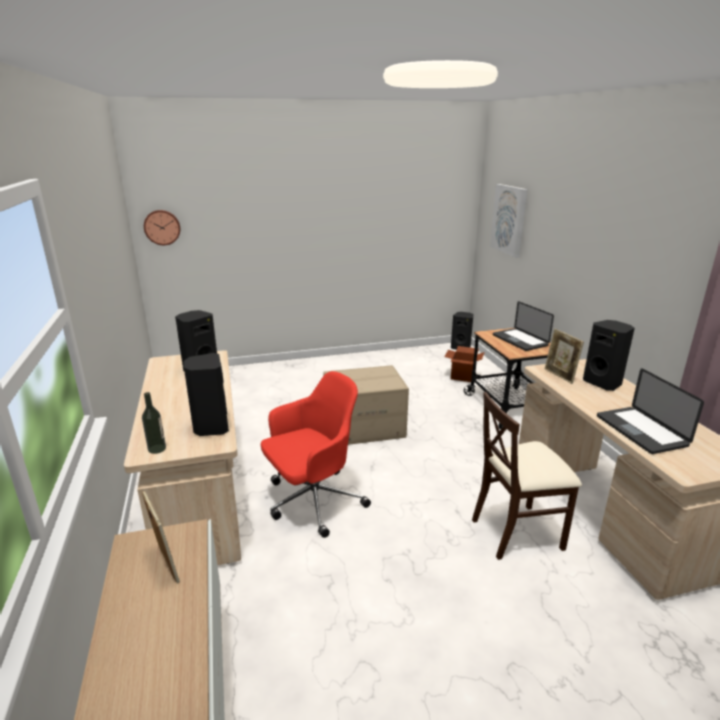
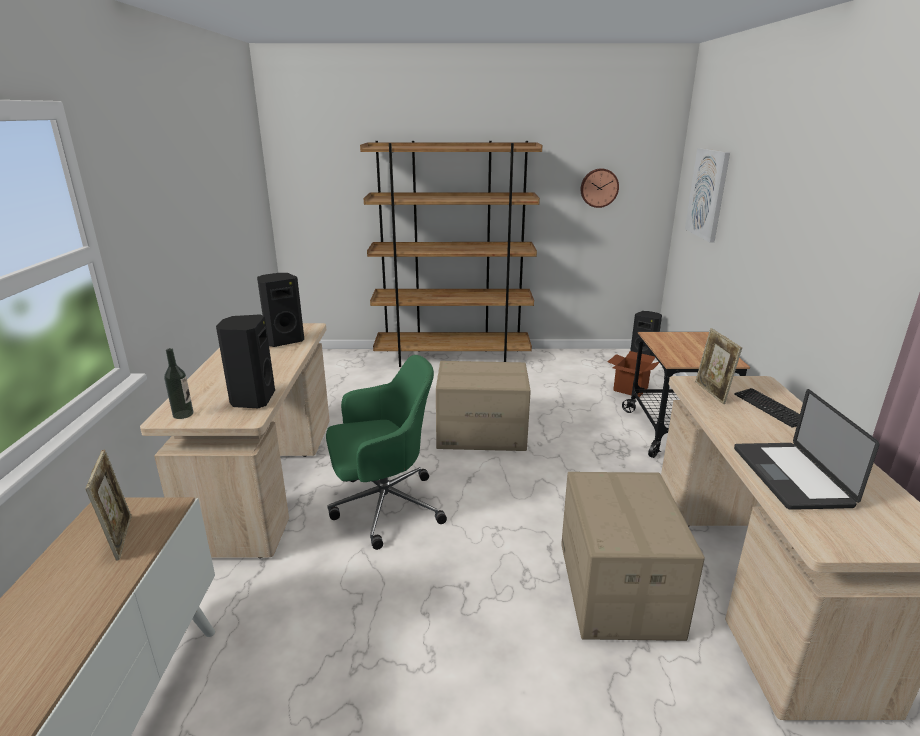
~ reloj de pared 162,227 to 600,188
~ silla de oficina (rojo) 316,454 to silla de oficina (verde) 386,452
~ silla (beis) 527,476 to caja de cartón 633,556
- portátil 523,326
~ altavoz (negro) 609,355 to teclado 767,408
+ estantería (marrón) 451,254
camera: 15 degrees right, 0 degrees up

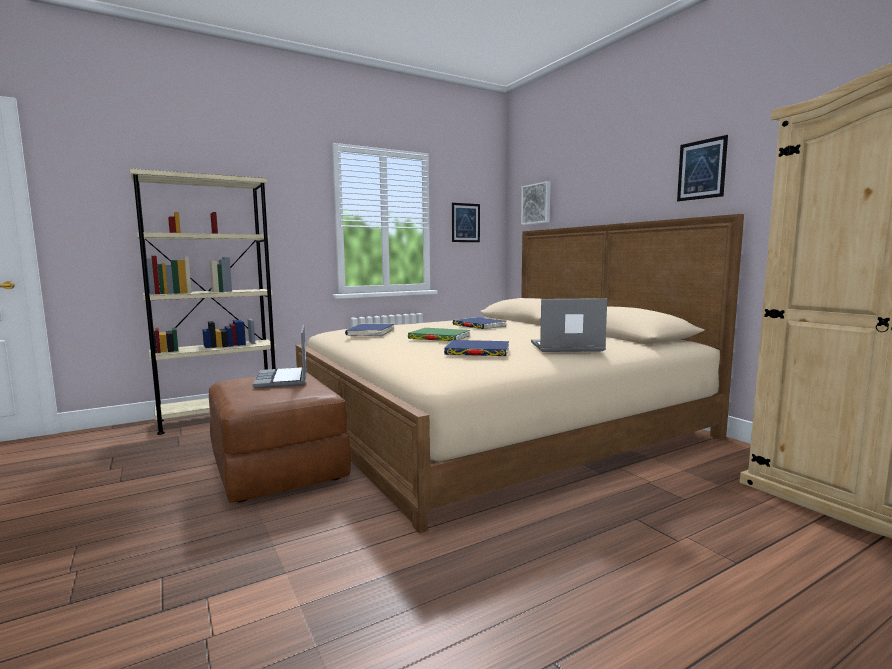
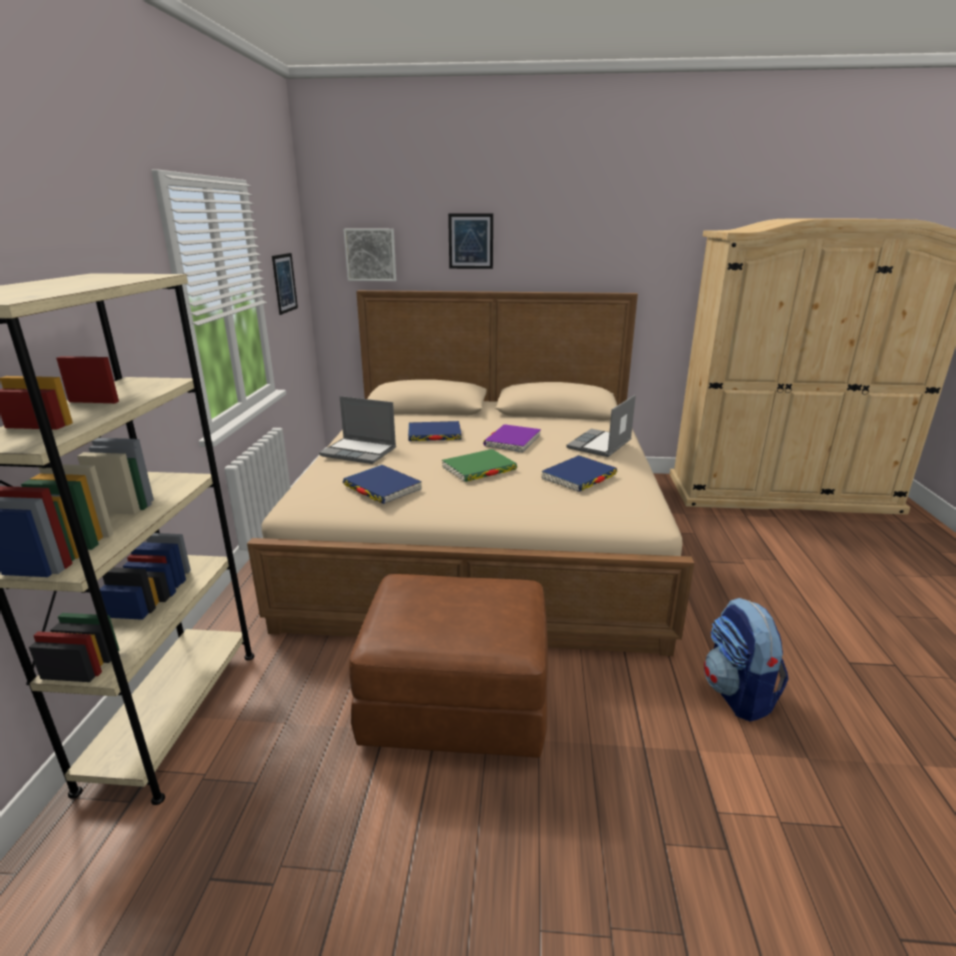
~ portátil 280,356 to 357,430
~ cuadro 702,168 to 470,241
+ libro (morado) 512,438
+ mochila 746,660
camera: 55 degrees left, 15 degrees up

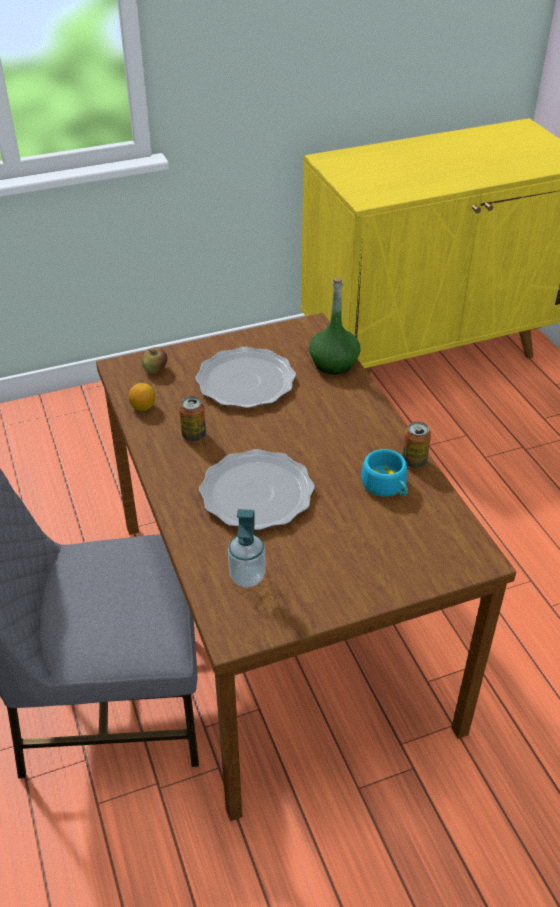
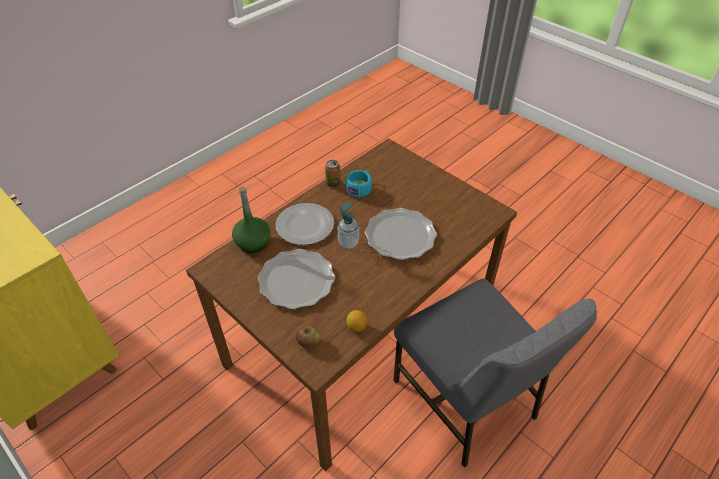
- lata 192,418
~ dispensador de jabón 247,548 to 348,225
+ plato 305,224
camera: 115 degrees left, 5 degrees up

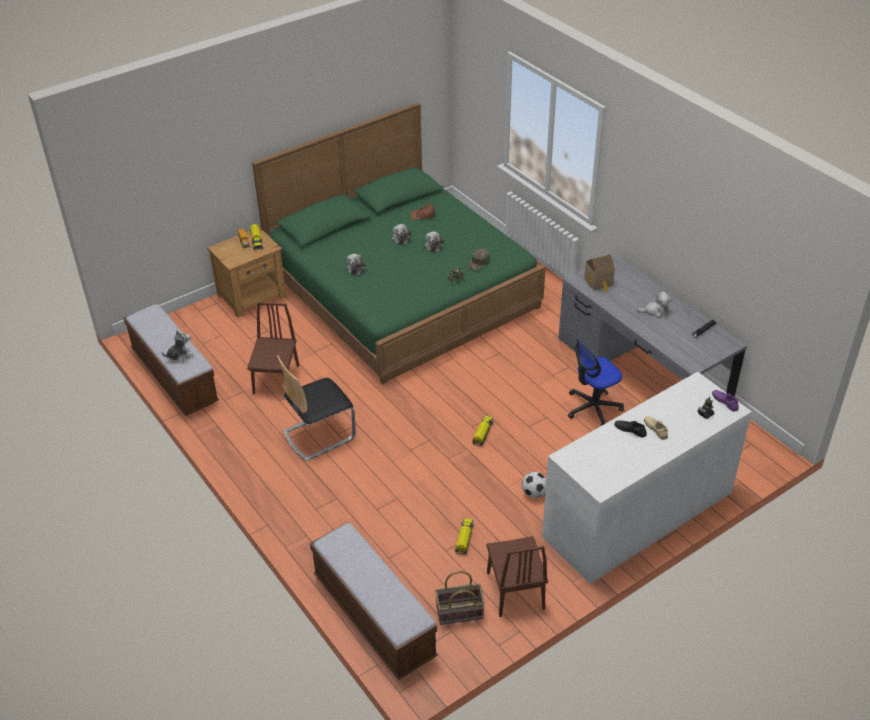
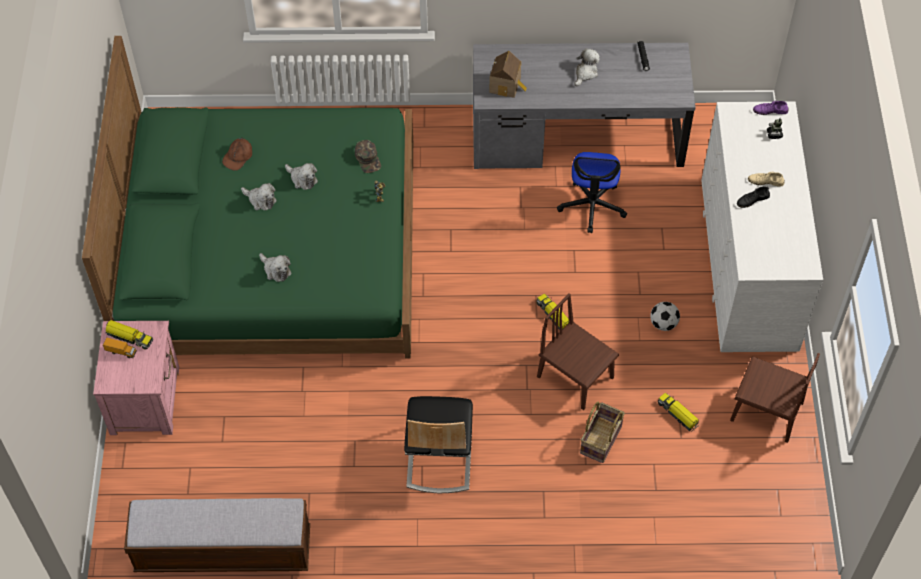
- peluche 177,346
~ mesita de noche (marrón) 247,272 to mesita de noche (rosa) 136,378
~ silla (marrón) 273,348 to 578,351
- banco 374,601
~ cesta 460,598 to 602,432
camera: 55 degrees left, 15 degrees up

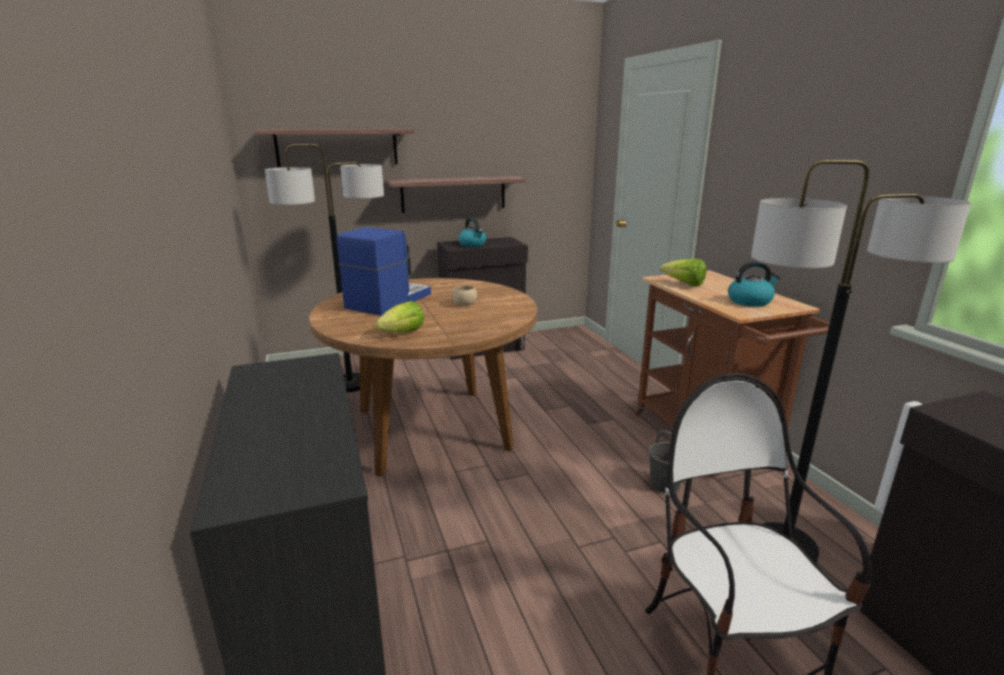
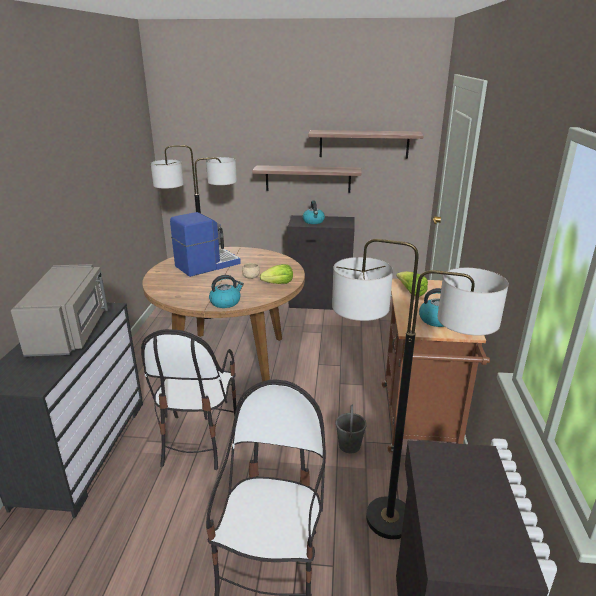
~ estante 335,148 to 366,144
~ lechuga 399,317 to 276,274
+ microondas (gris) 59,310
+ silla 189,399
+ hervidor 226,291
camera: 25 degrees right, 5 degrees up

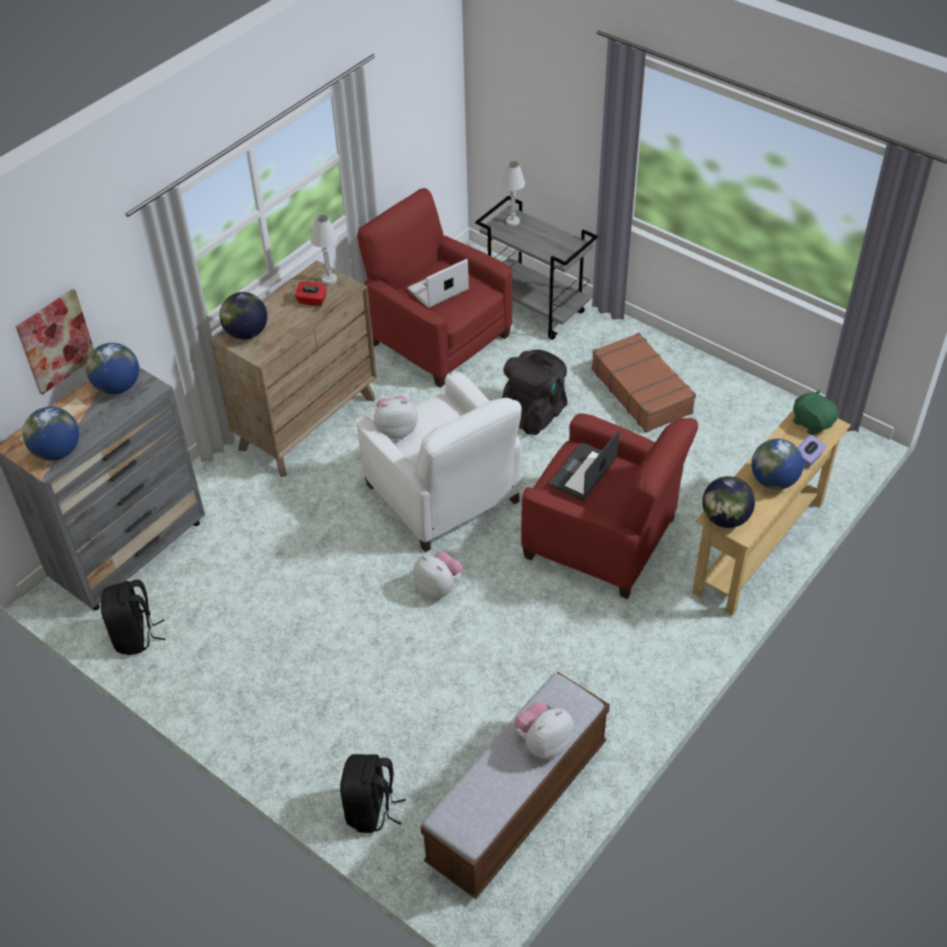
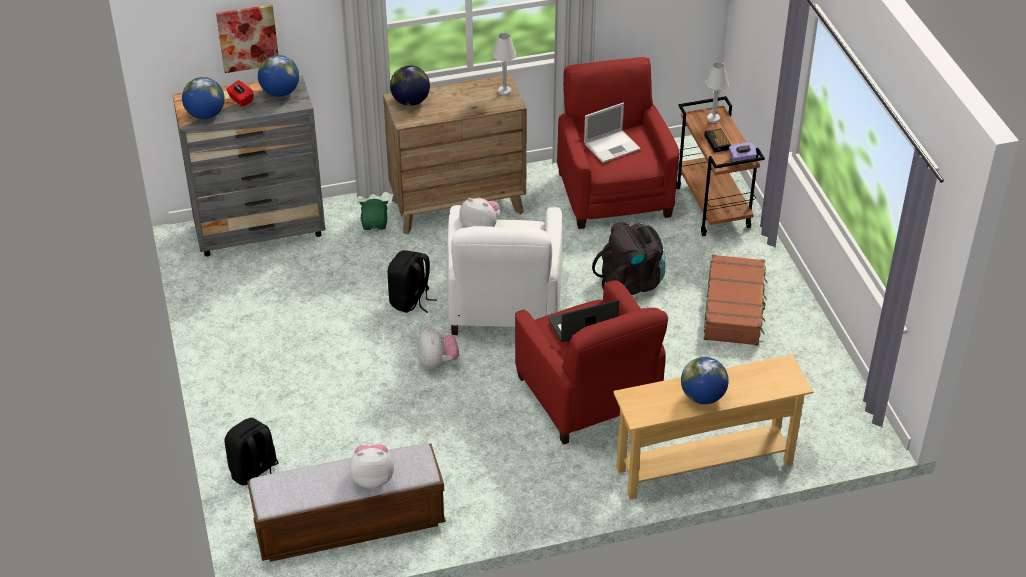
~ mochila (negro) 133,617 to 412,281
~ caja de pañuelos (rojo) 311,293 to 240,93
~ portátil 438,283 = 612,133 150 degrees clockwise
~ carrito (gris) 536,268 to carrito (marrón) 720,166
- globo terráqueo 728,502
~ peluche (verde) 815,412 to 373,214
~ caja de pañuelos (morado) 811,452 to 743,152
+ despertador 717,140
camera: 35 degrees right, 5 degrees down

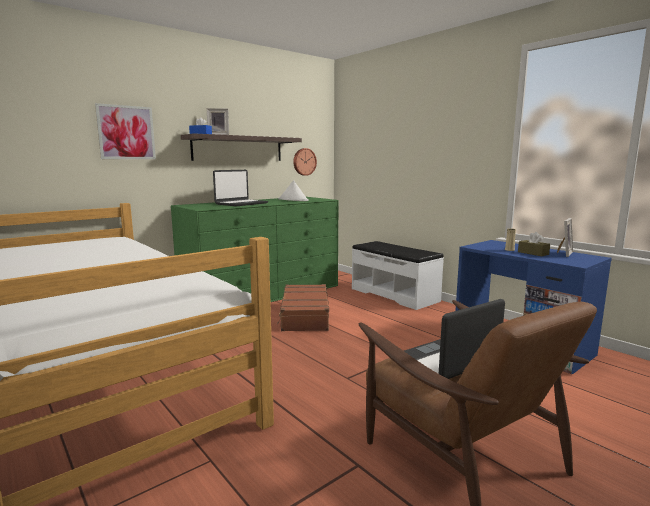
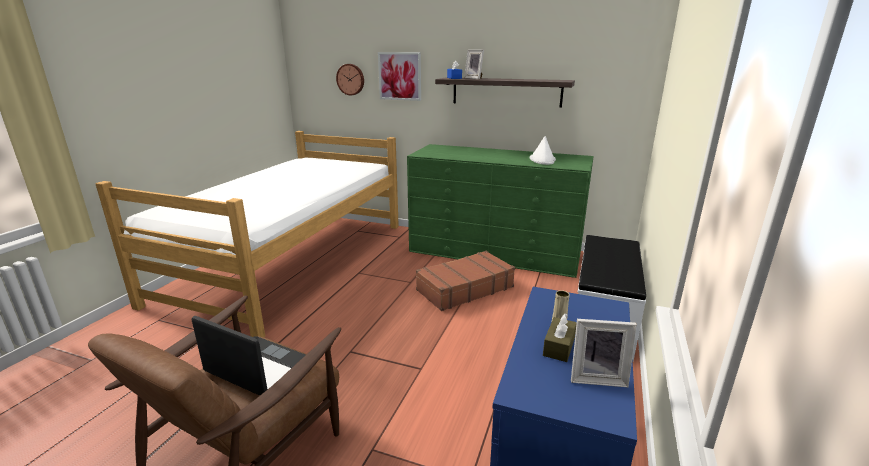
- portátil 240,188
~ reloj de pared 305,162 to 350,79
camera: 60 degrees right, 10 degrees up

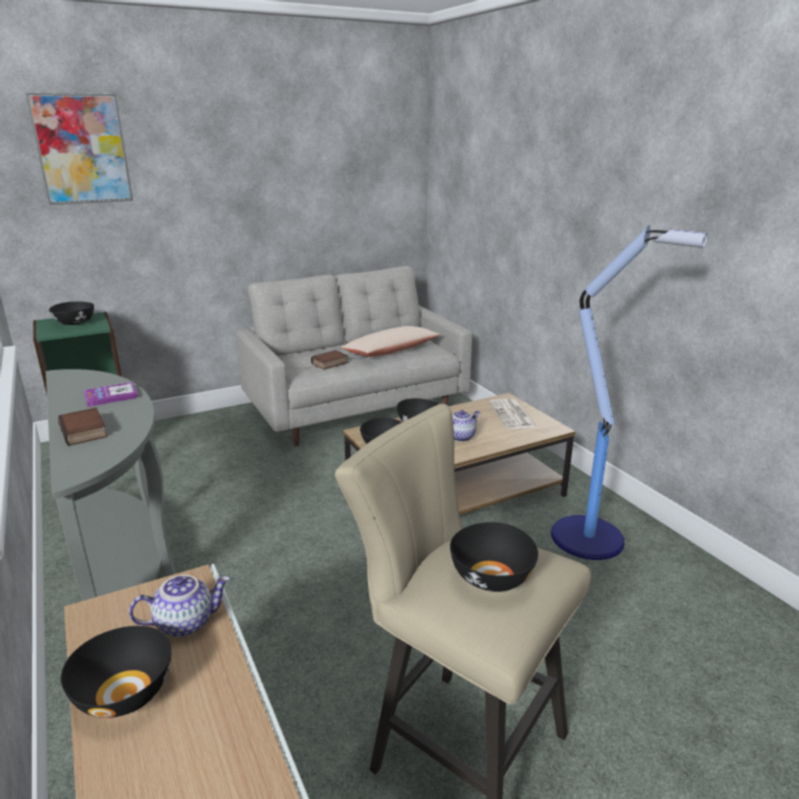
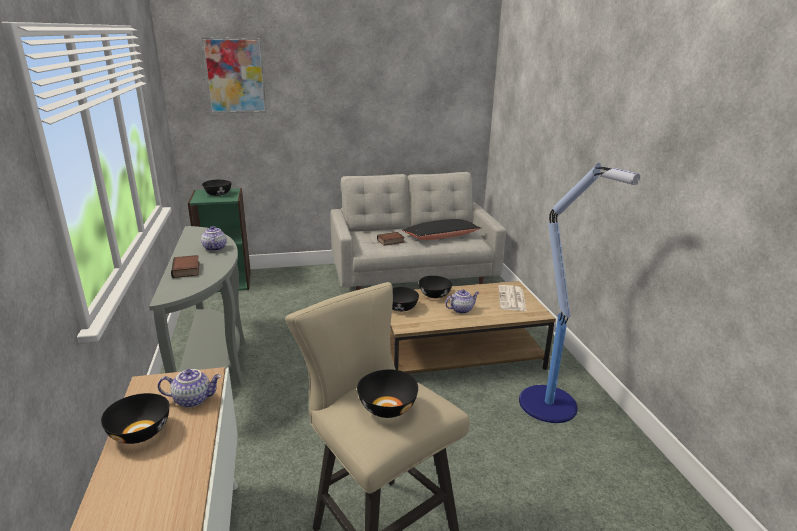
~ libro 111,394 to tetera 214,238
~ cojín (beis) 390,341 to cojín (negro) 442,229
camera: 15 degrees right, 0 degrees up

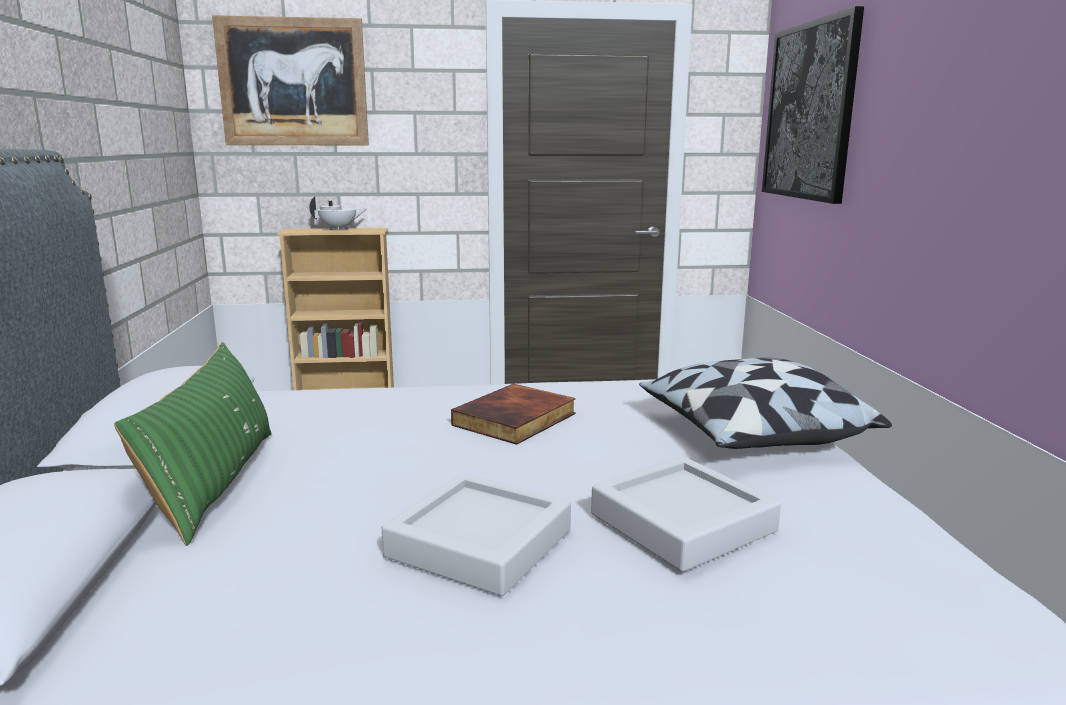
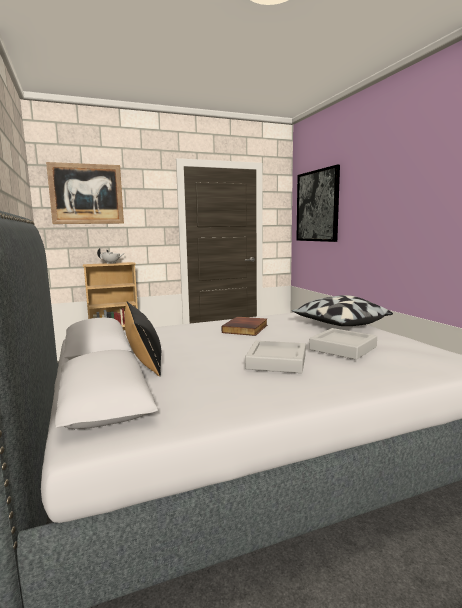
~ cojín (verde) 192,444 to cojín (negro) 143,339
camera: 15 degrees left, 5 degrees down

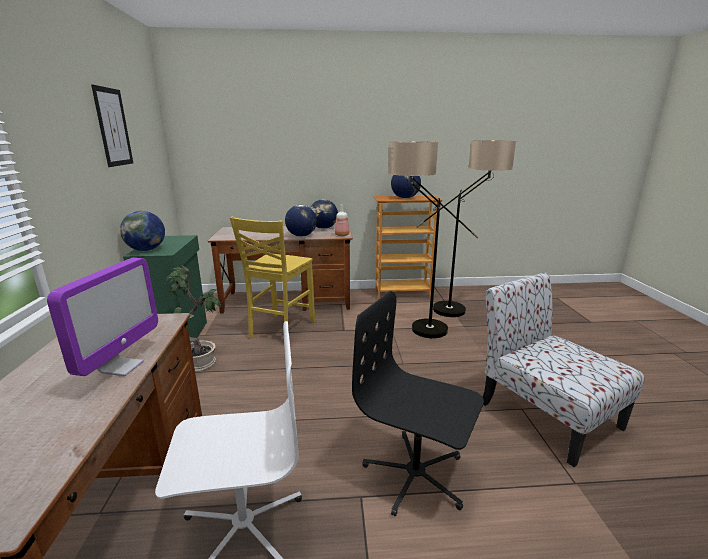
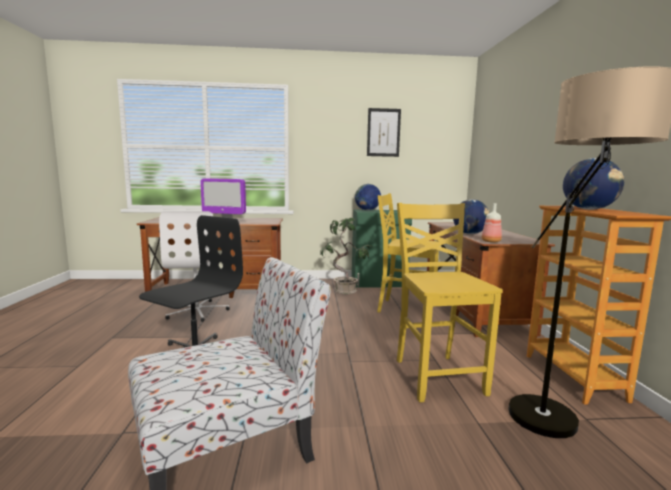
- globo terráqueo 324,214
~ lámpara de pie 433,239 to silla (amarillo) 450,302
camera: 90 degrees right, 10 degrees down

